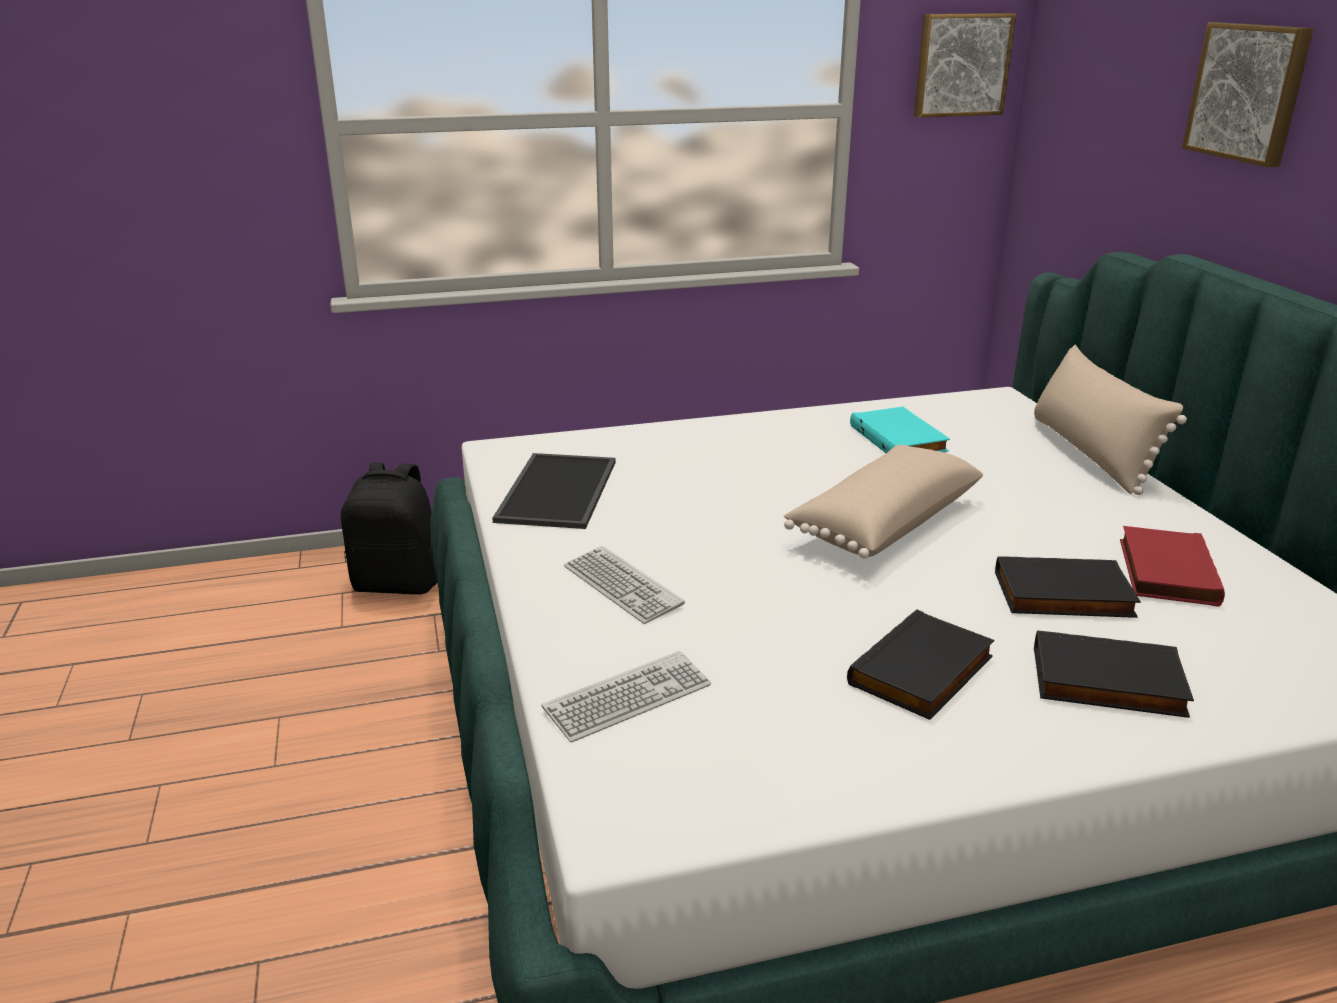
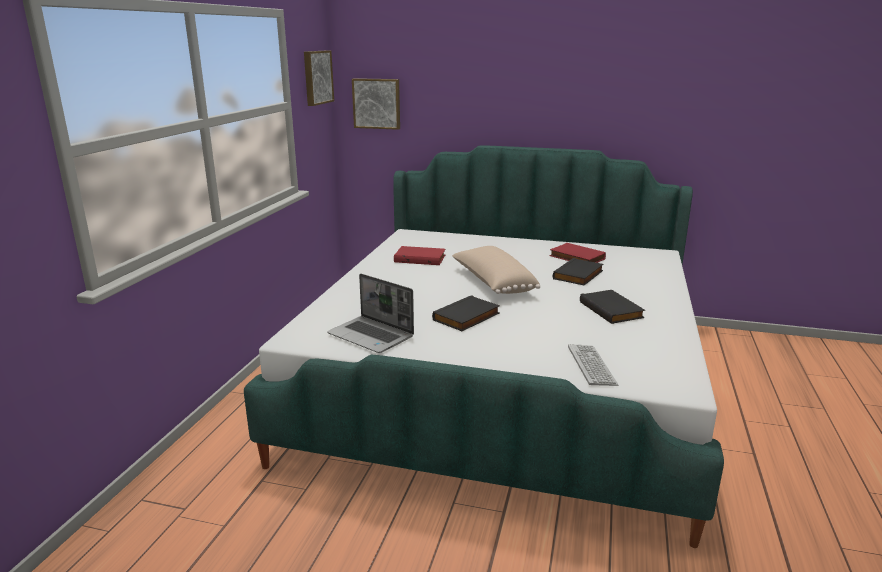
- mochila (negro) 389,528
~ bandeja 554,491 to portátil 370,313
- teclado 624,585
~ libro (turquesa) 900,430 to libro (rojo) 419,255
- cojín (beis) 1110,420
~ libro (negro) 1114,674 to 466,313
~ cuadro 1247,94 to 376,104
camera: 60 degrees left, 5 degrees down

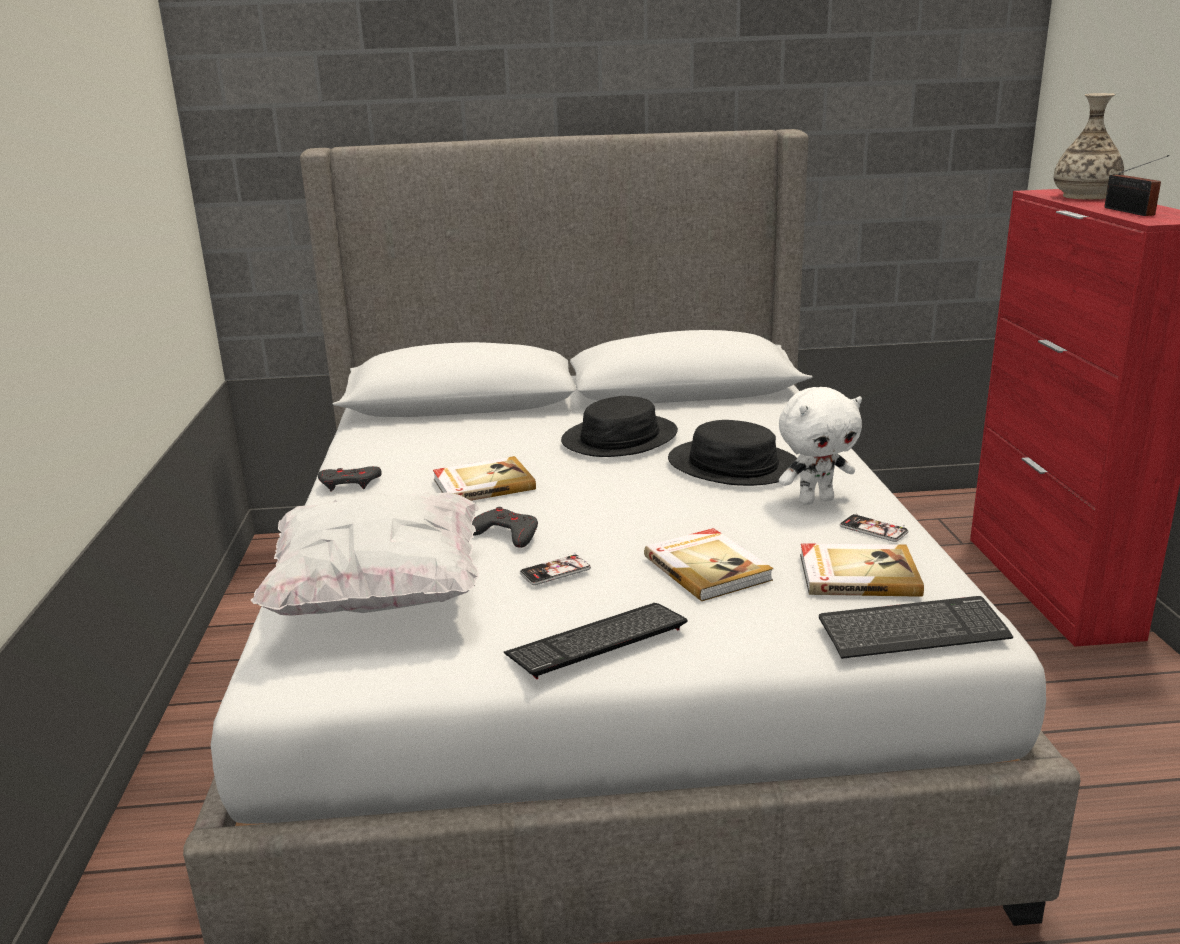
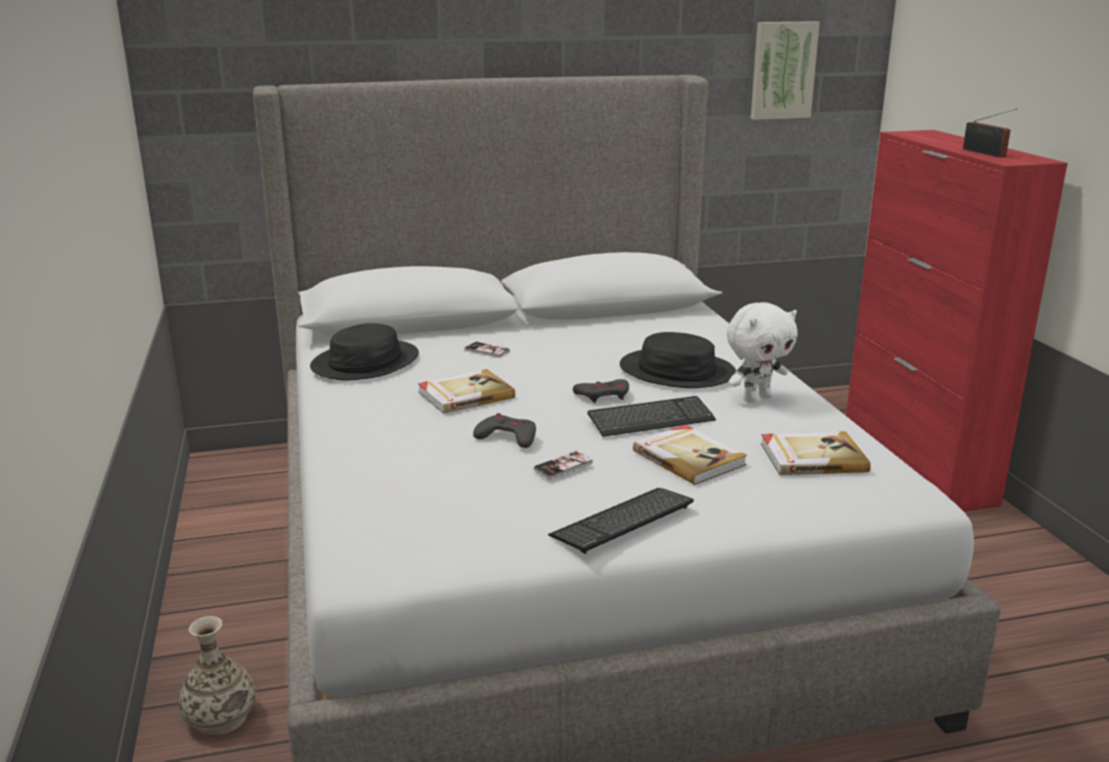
- cojín (blanco) 365,553
~ mando de consola (gris) 350,478 to 601,391
~ sombrero (negro) 619,426 to 364,352
~ teclado 916,627 to 651,416
~ móvil 874,528 to 487,349
~ florero 1089,146 to 217,675
+ cuadro 785,70
camera: 10 degrees left, 0 degrees up

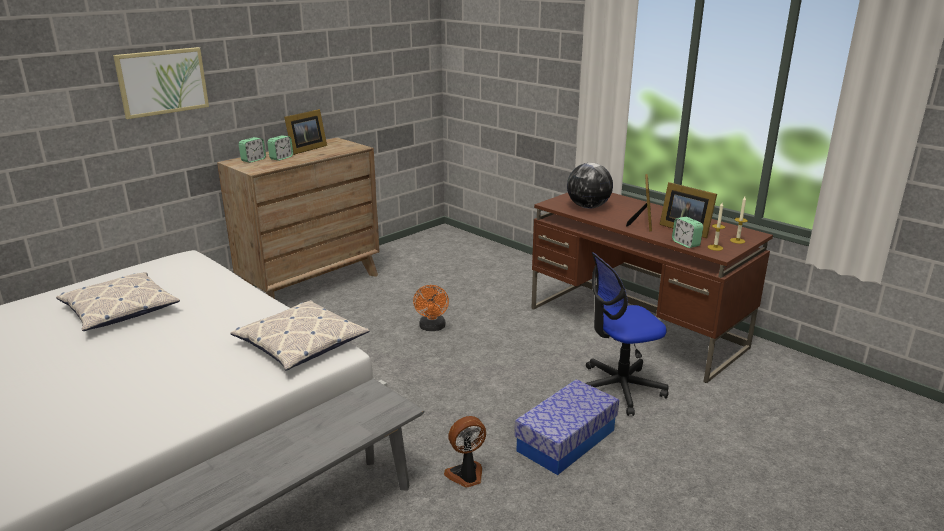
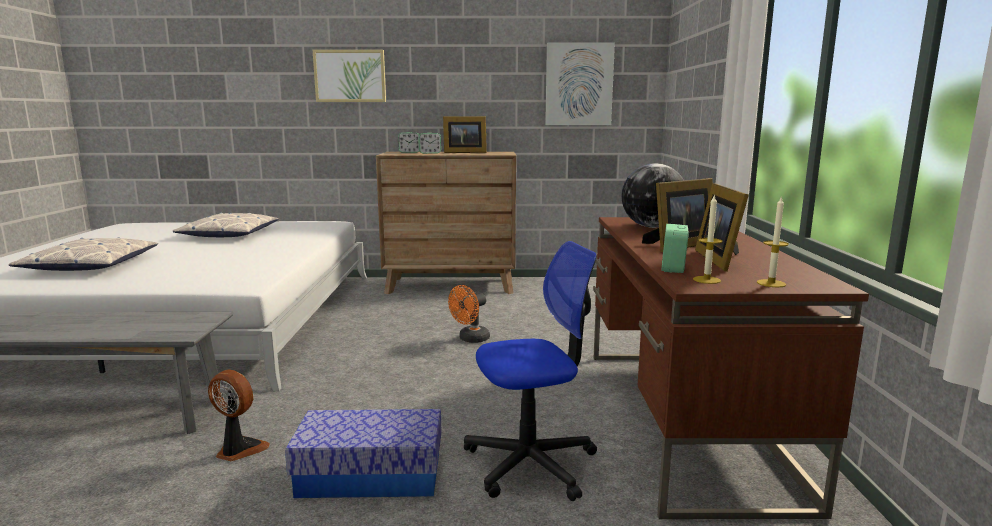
~ cojín 300,335 to 83,254
~ silla de oficina 627,334 = 530,371 135 degrees clockwise
+ cuadro 580,84
camera: 45 degrees right, 10 degrees down

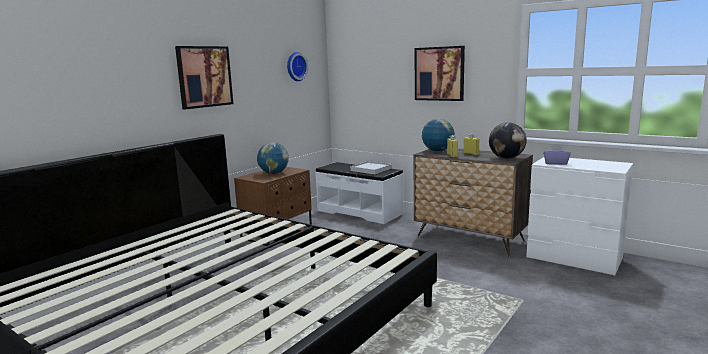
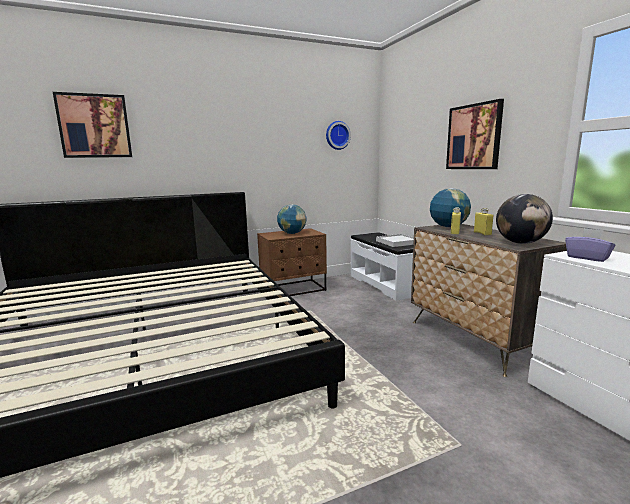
~ cuadro 204,77 to 92,125
camera: 30 degrees right, 0 degrees up

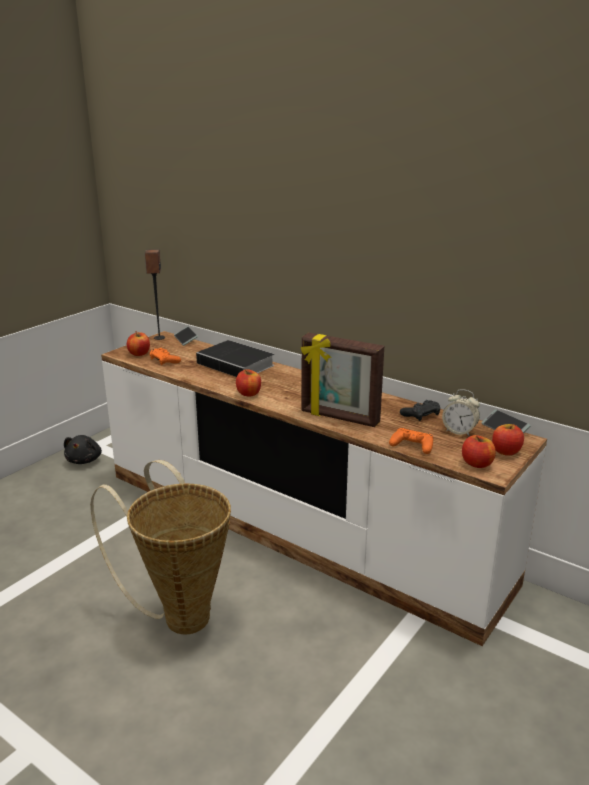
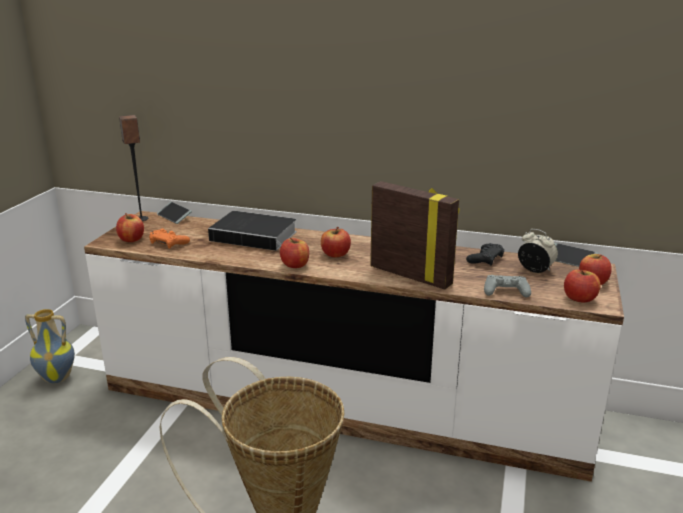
~ peluche (negro) 83,449 to florero 50,346
~ portarretratos 342,379 = 415,235 150 degrees counterclockwise
~ mando de consola (naranja) 411,441 to mando de consola (gris) 507,286
~ despertador 461,413 = 538,251 150 degrees counterclockwise
+ manzana 336,242
camera: 20 degrees left, 0 degrees up

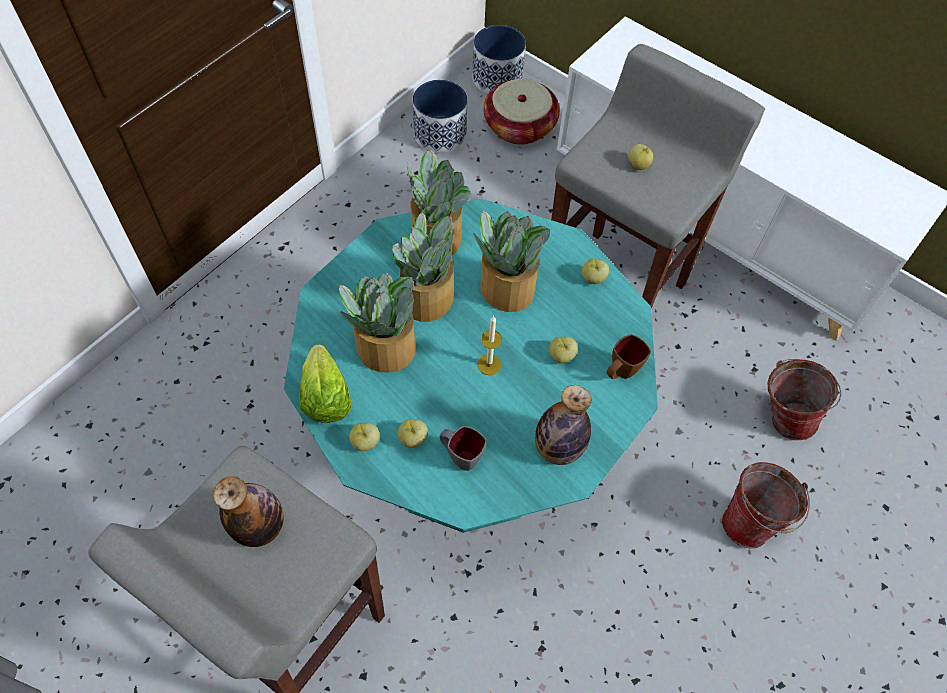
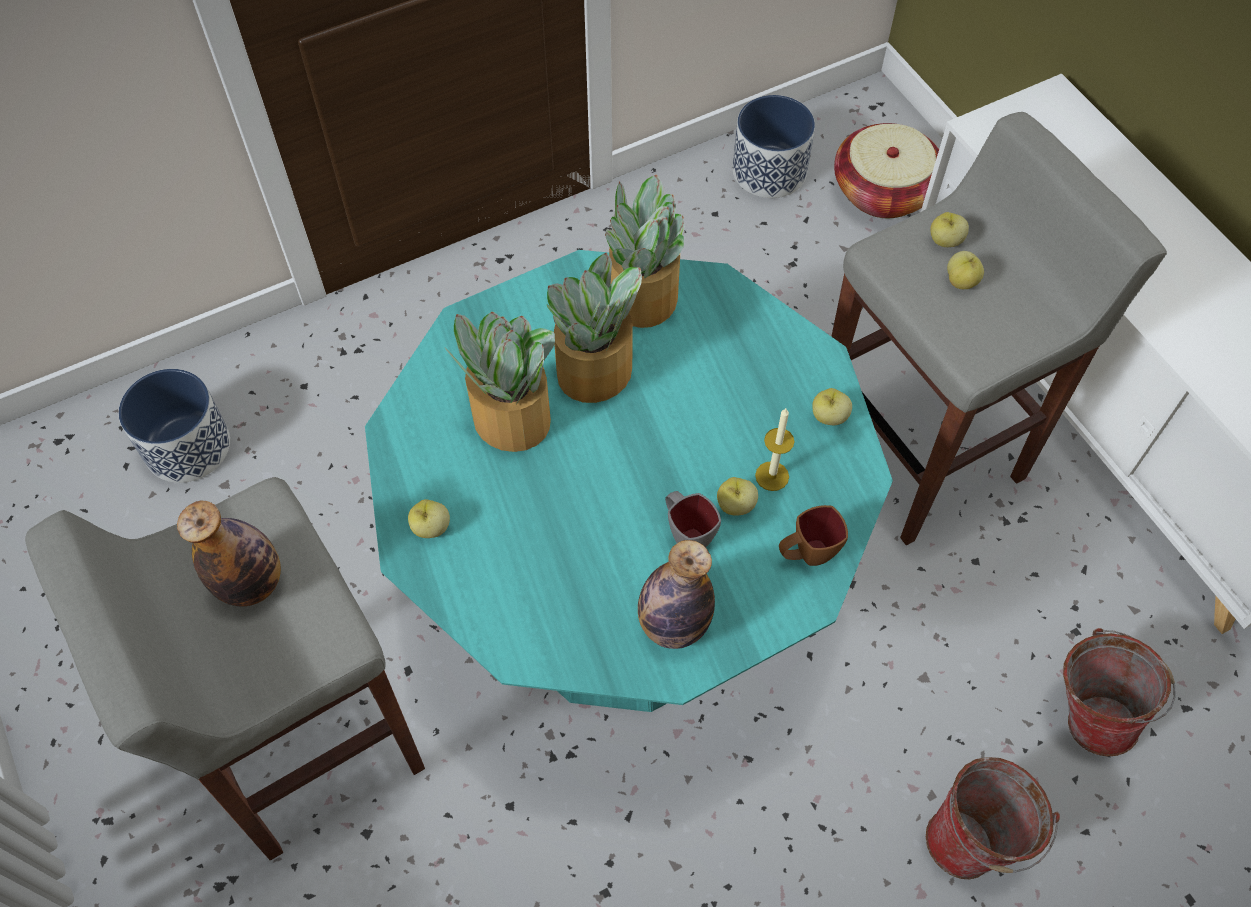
- lechuga 325,383
~ manzana 412,433 to 949,229
~ taza grande (gris) 463,448 to 693,519
~ maceta 499,59 to 174,426
- planta en maceta 511,261
~ vela 489,345 to 775,449
camera: 25 degrees right, 0 degrees up

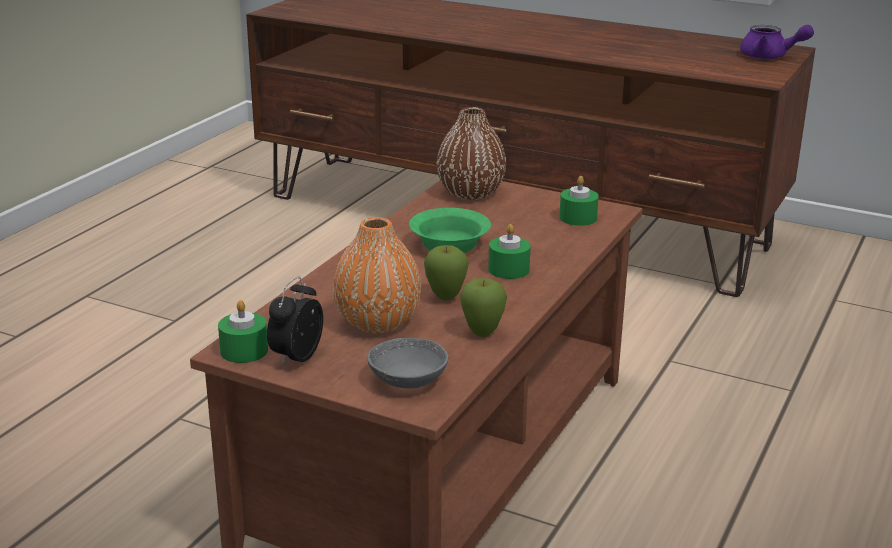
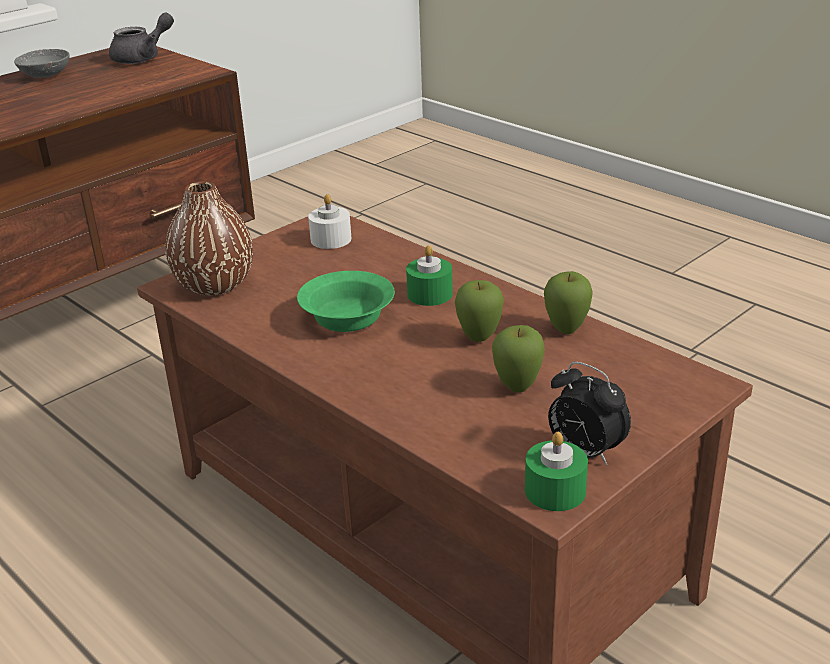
~ florero (naranja) 377,275 to manzana 518,358
~ cuenco (gris) 407,363 to 42,63
~ vela (verde) 579,201 to vela (blanco) 329,221
~ tetera (morado) 777,42 to tetera (gris) 141,38
camera: 70 degrees left, 5 degrees up

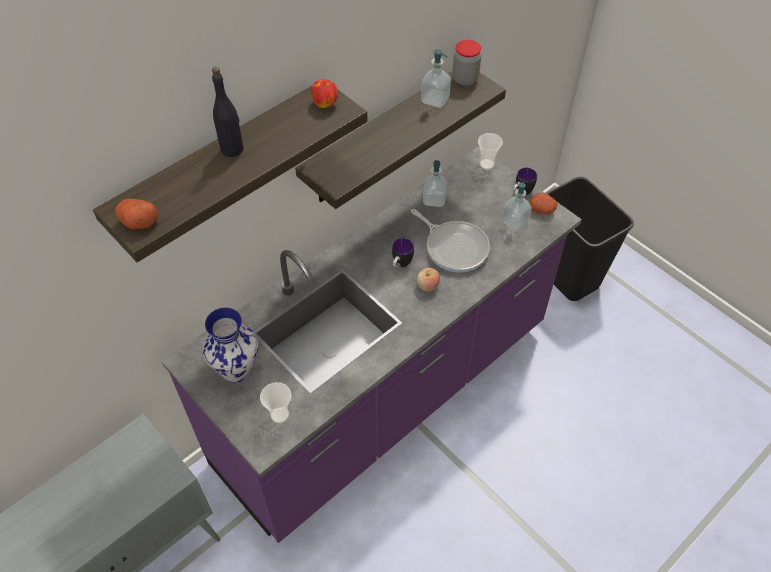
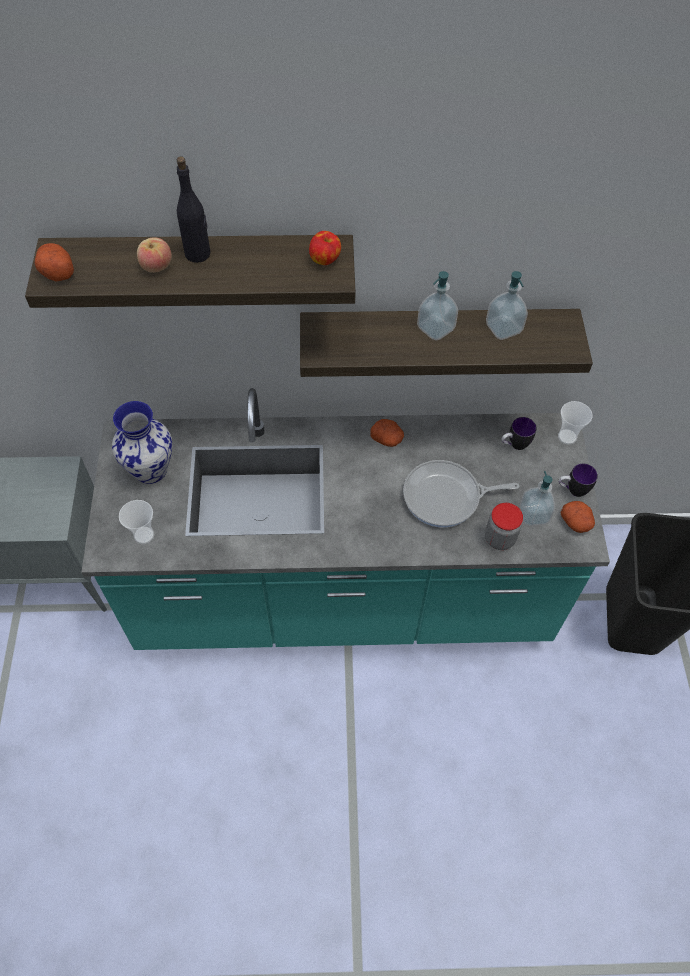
~ mueble bajo de cocina (morado) 371,344 to mueble bajo de cocina (turquesa) 345,519
~ taza grande 403,253 to 519,433
~ sartén 450,241 = 461,494 90 degrees clockwise
~ manzana 428,280 to 154,255
~ dispensador de jabón 435,183 to 437,306
~ tarro 467,63 to 504,526
+ patata 387,433
camera: 40 degrees right, 5 degrees up

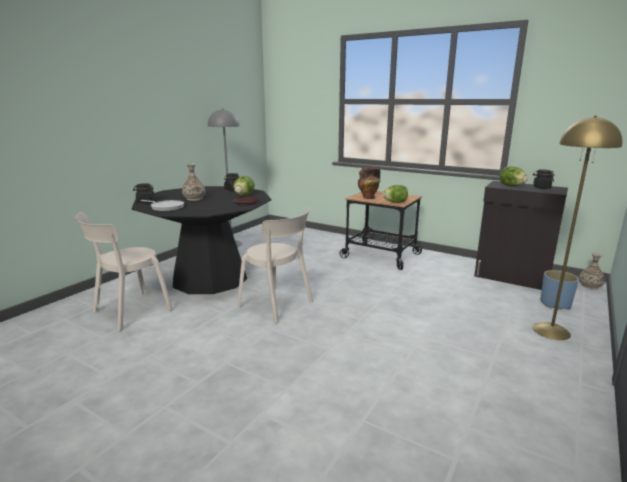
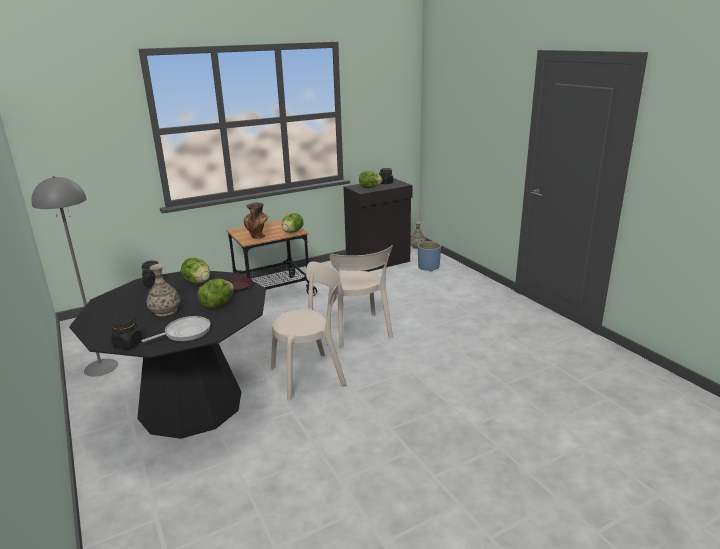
~ silla (beis) 124,271 to 360,296
- lámpara de pie (amarillo) 577,228
+ lechuga 216,293
camera: 60 degrees left, 5 degrees up

